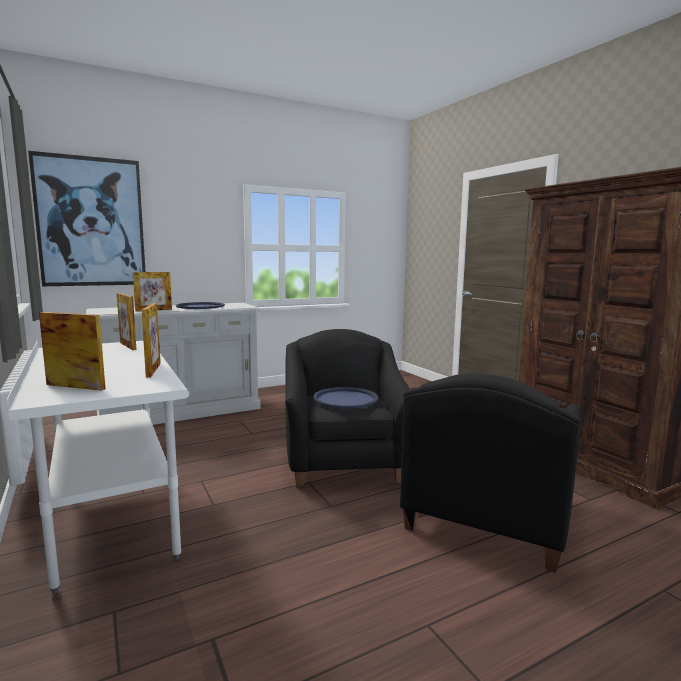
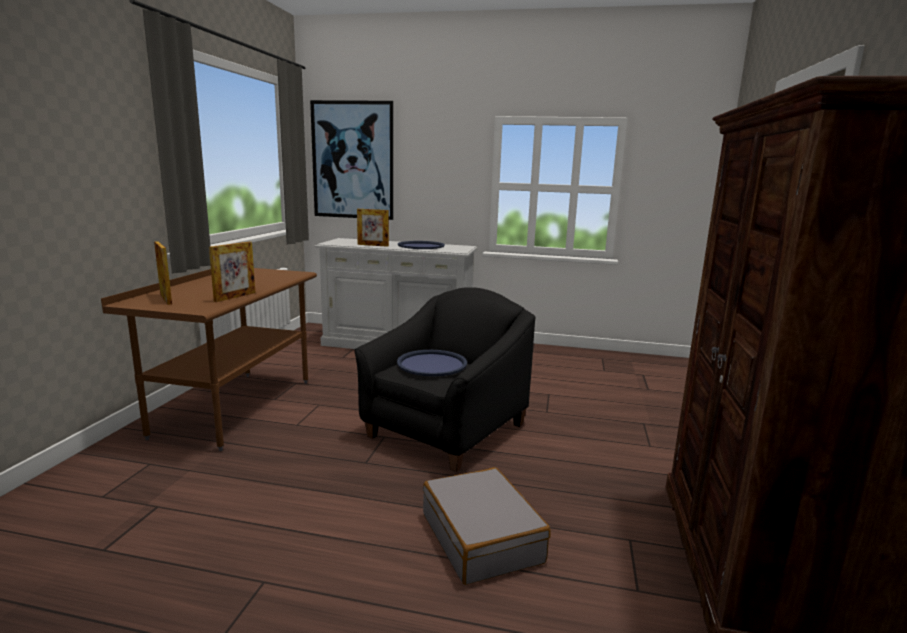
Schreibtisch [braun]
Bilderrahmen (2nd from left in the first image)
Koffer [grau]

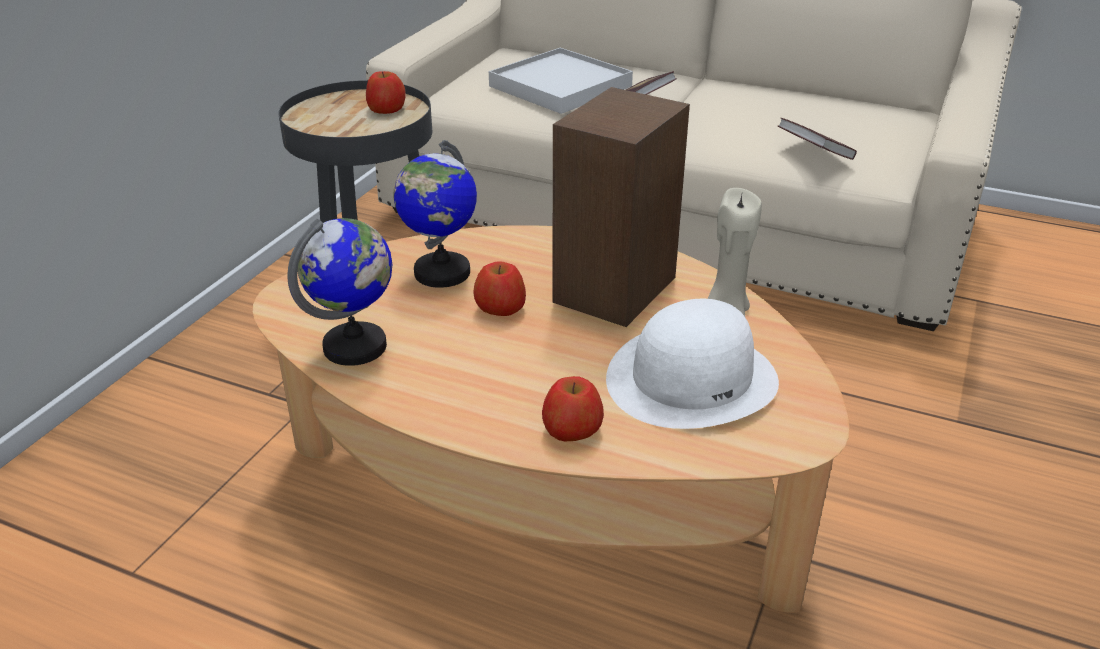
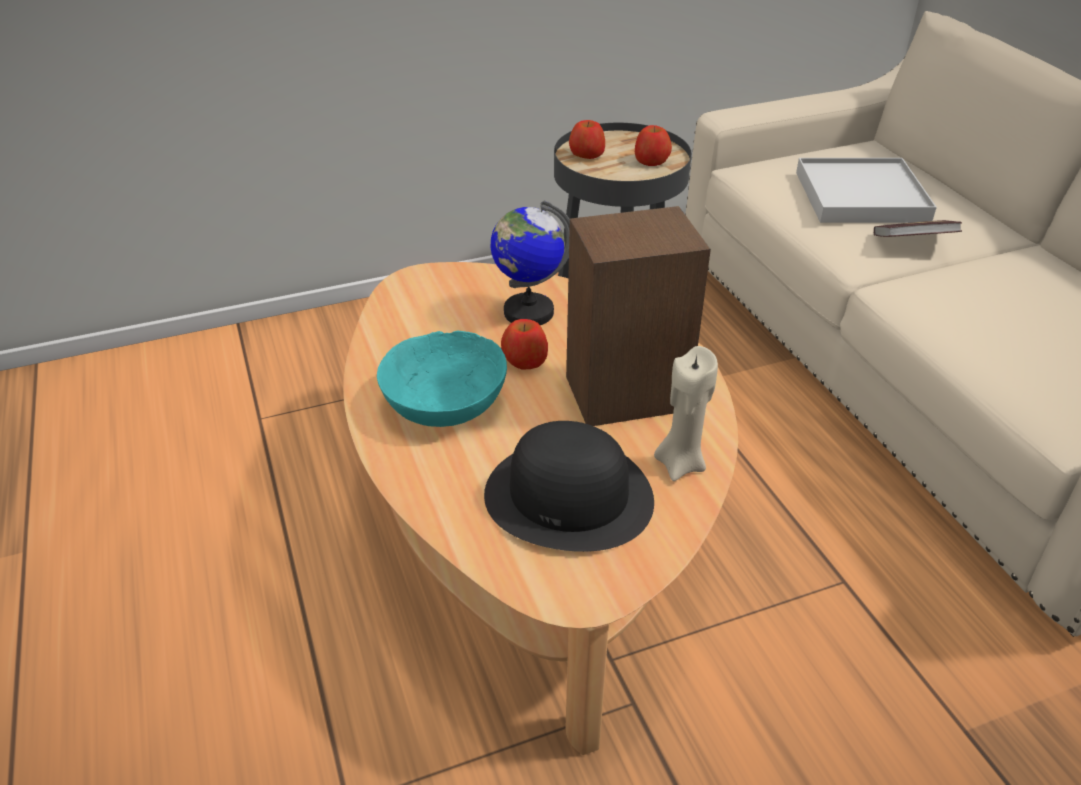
Globus (1st from left in the first image)
Apfel (2nd from left)
Hut [schwarz]
Buch (2nd from left in the first image)
Schüssel [türkis]

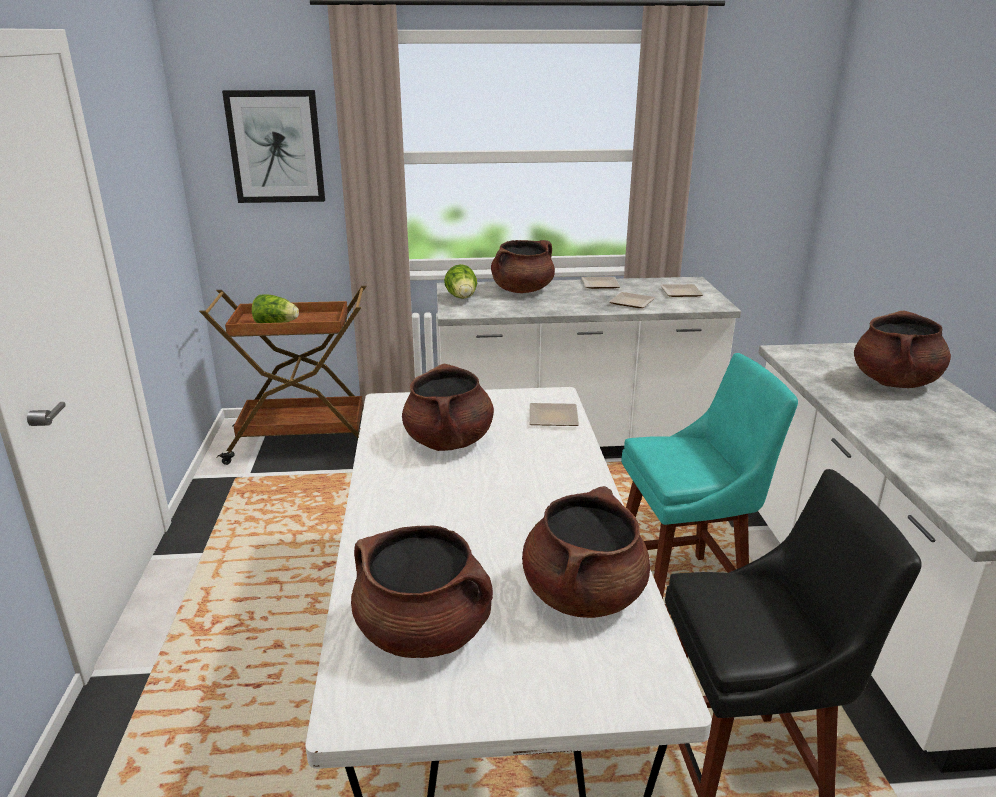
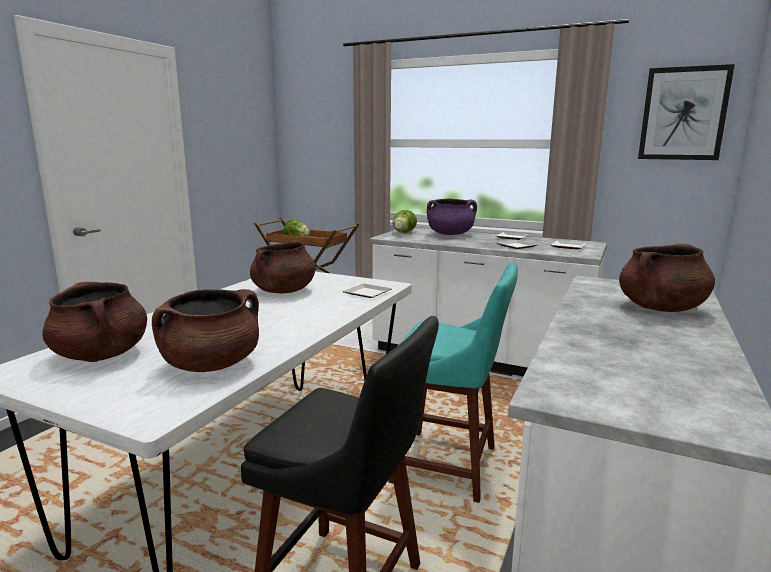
Bild
Kochtopf [lila]

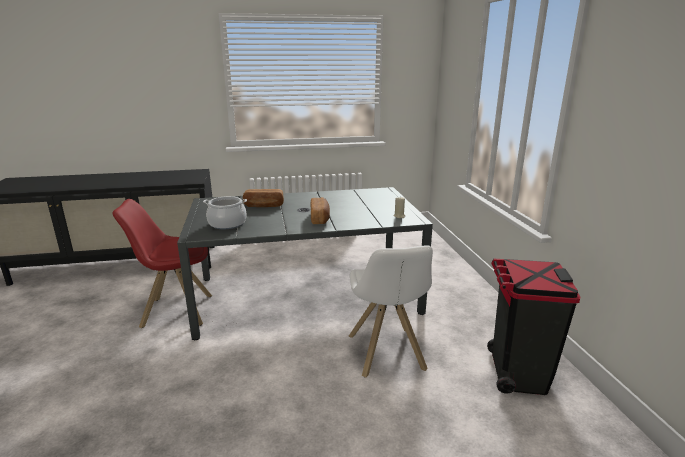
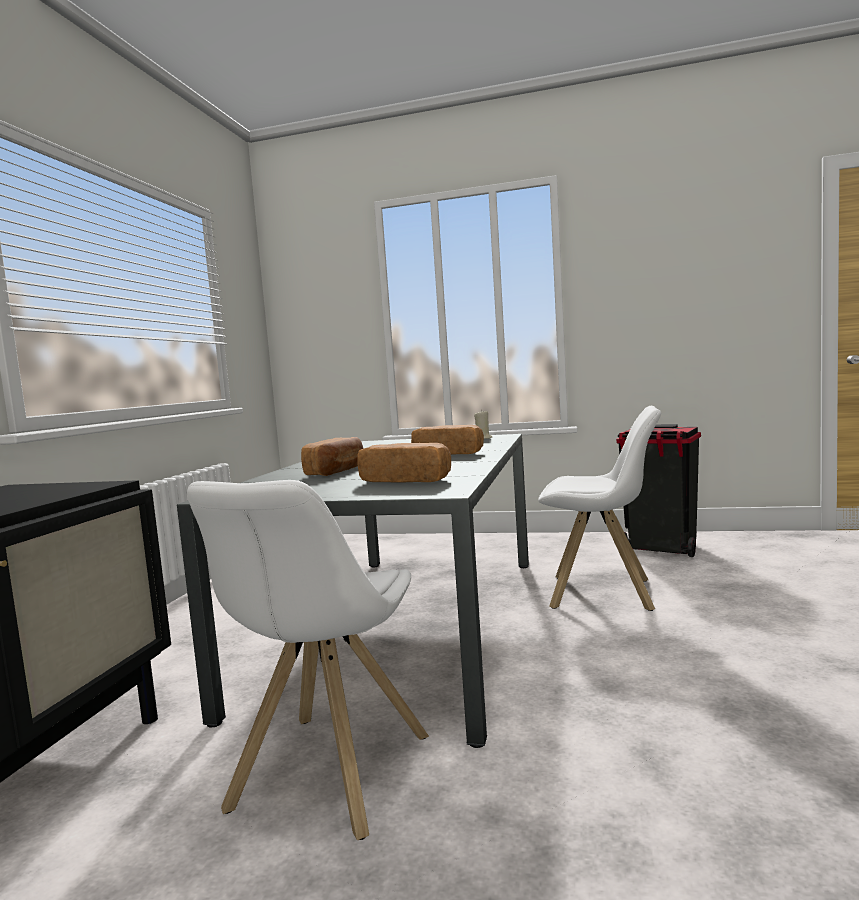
Stuhl [weiß] (1st from left)
Brot (2nd from left)

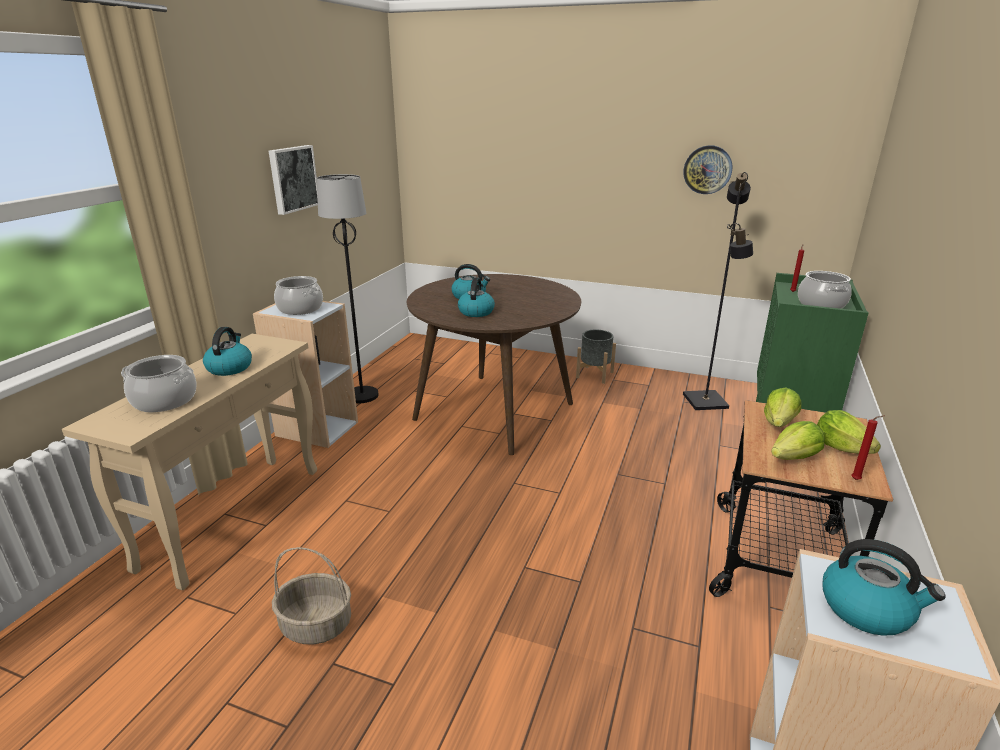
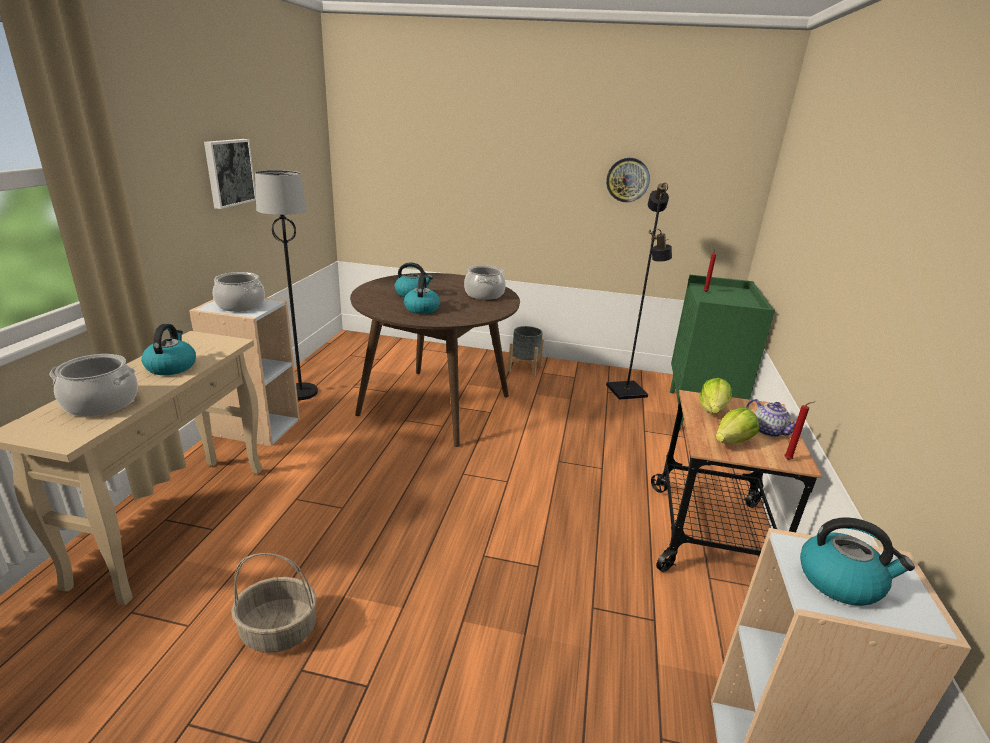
Kochtopf (3rd from left)
Teekanne

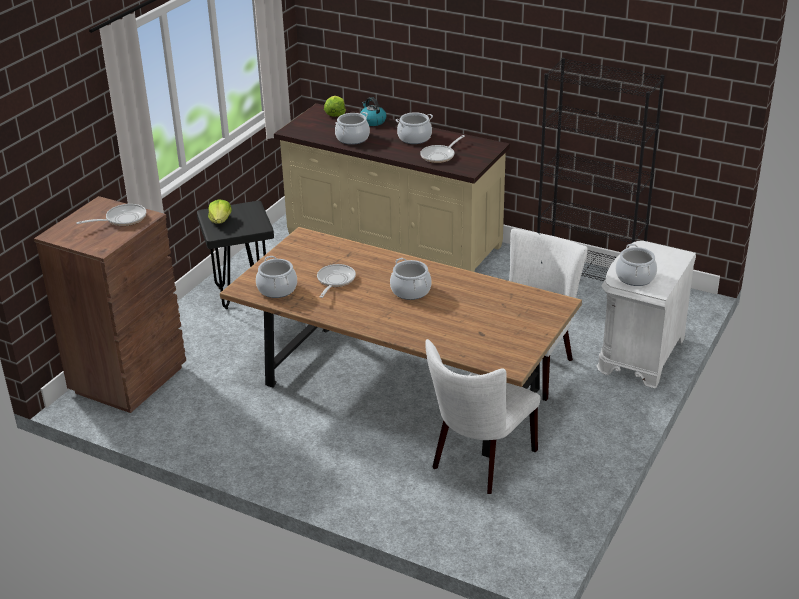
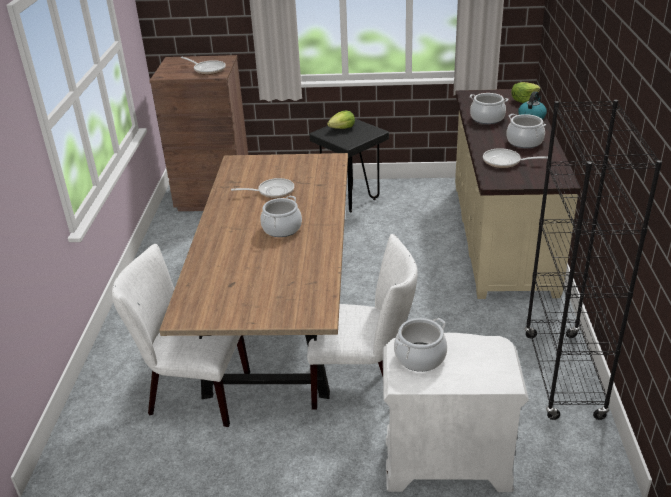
Kochtopf (1st from left in the first image)

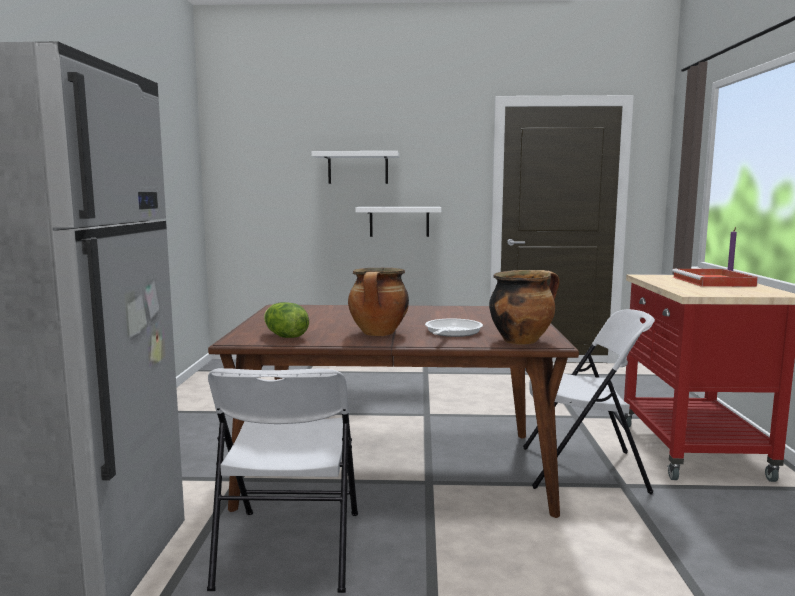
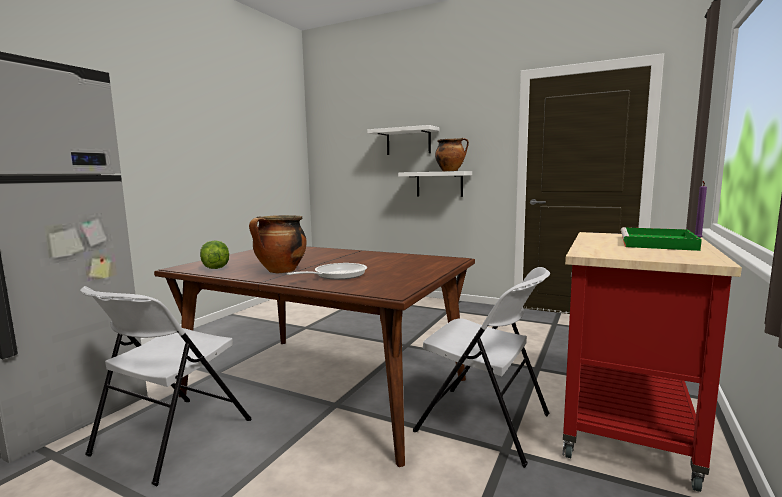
Kochtopf (2nd from left)
Tablett [grün]

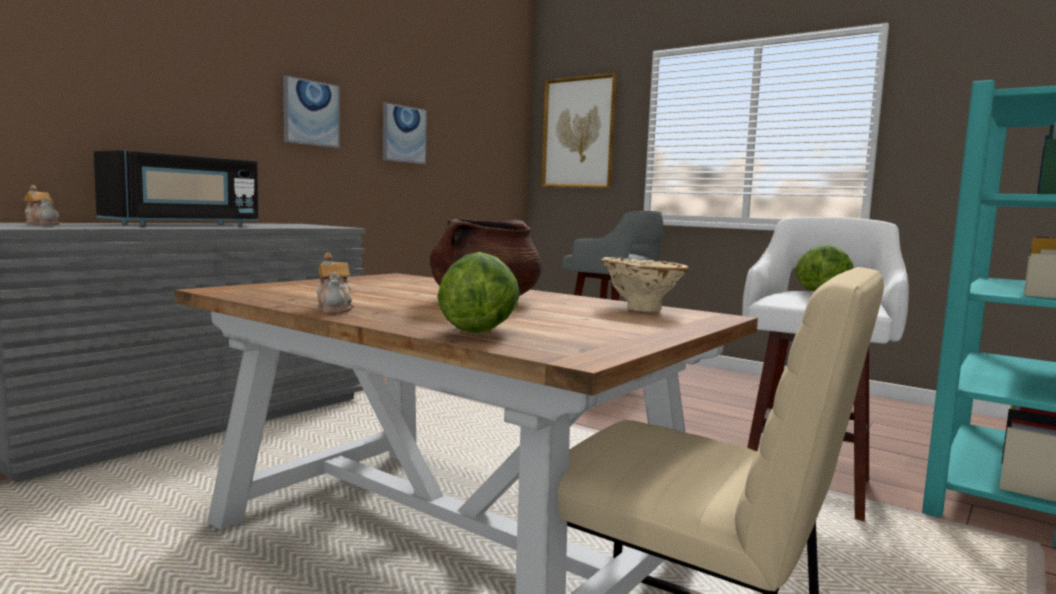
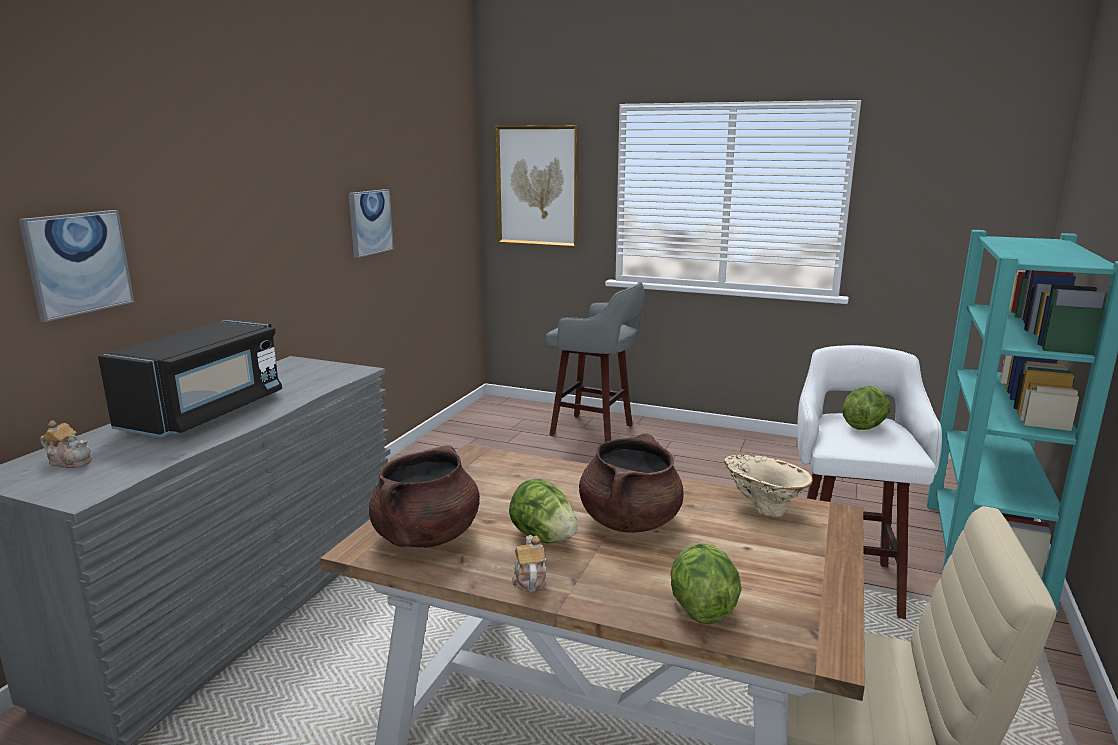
Bild (1st from left)
Teekanne (2nd from left)
Kochtopf [braun] (1st from left)
Salatkopf (1st from left)

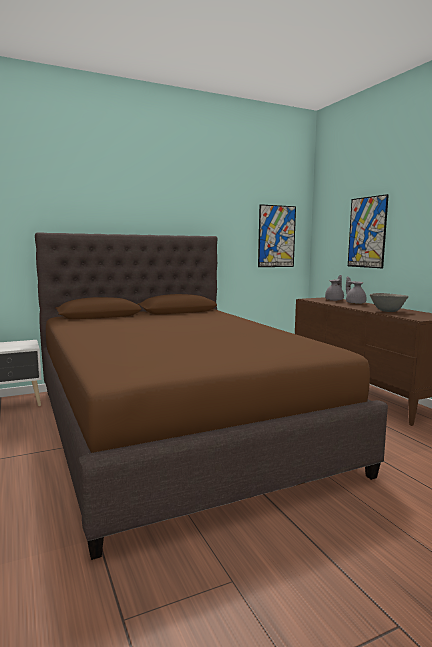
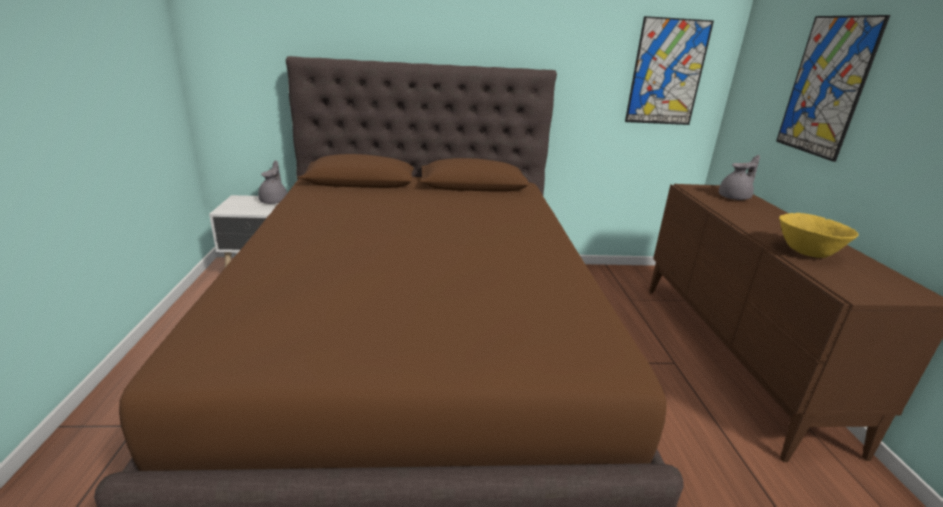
Teekanne [grau] (1st from left)
Schüssel [gelb]

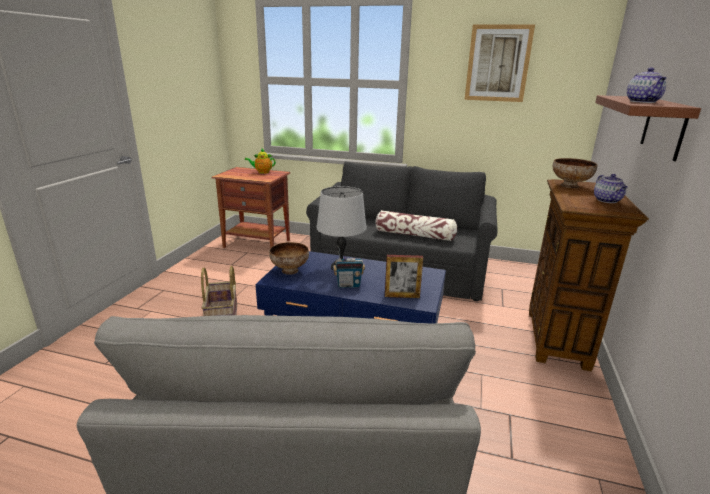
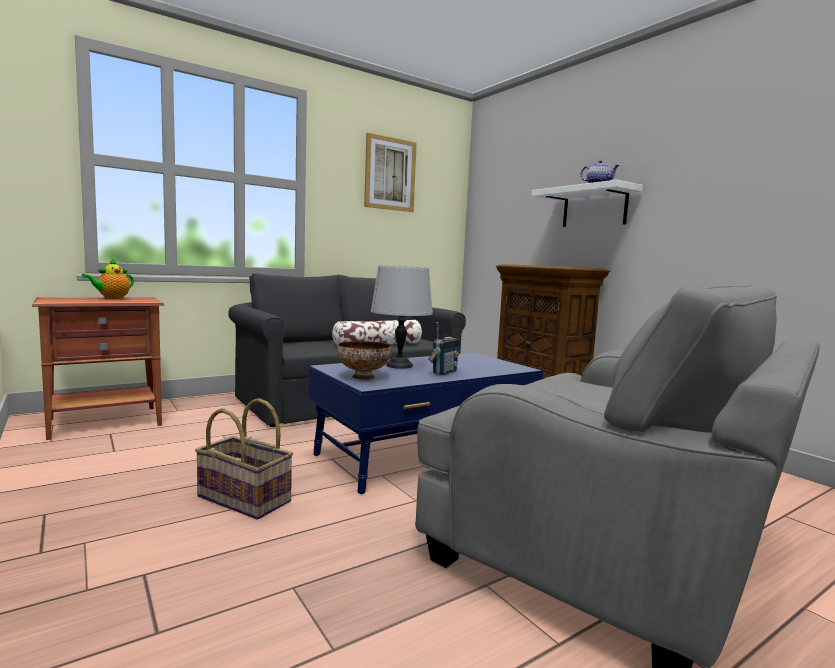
Bilderrahmen
Schüssel (2nd from left in the first image)
Teekanne (2nd from left in the first image)
Wandregal [weiß]

